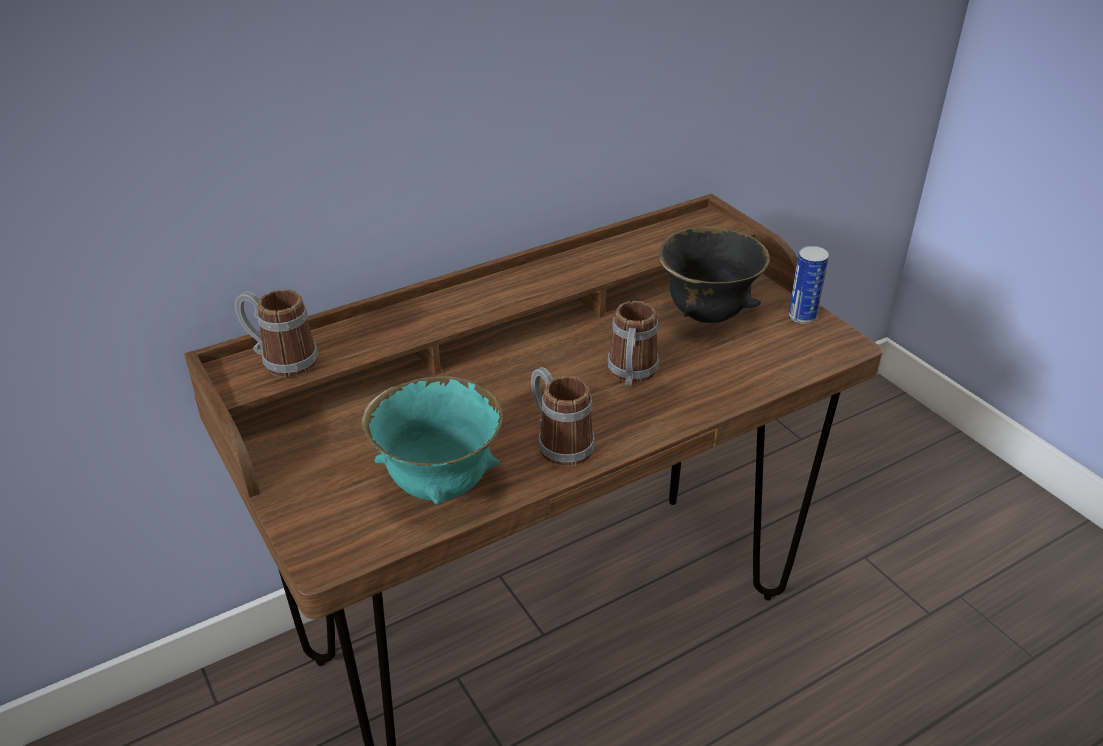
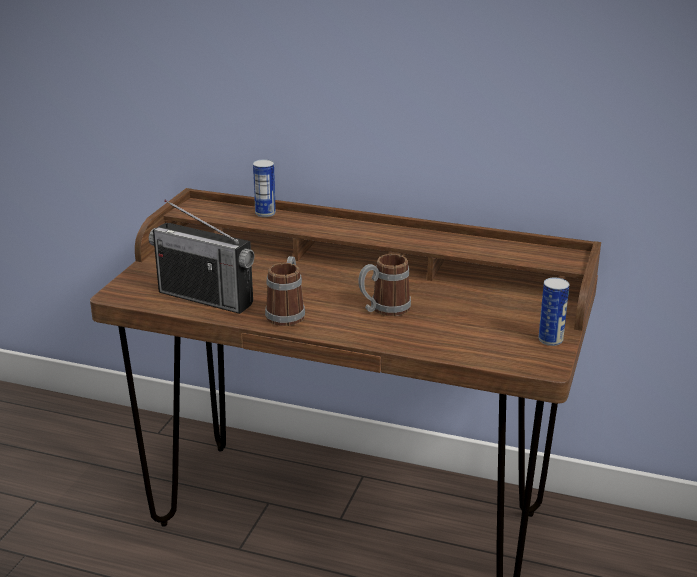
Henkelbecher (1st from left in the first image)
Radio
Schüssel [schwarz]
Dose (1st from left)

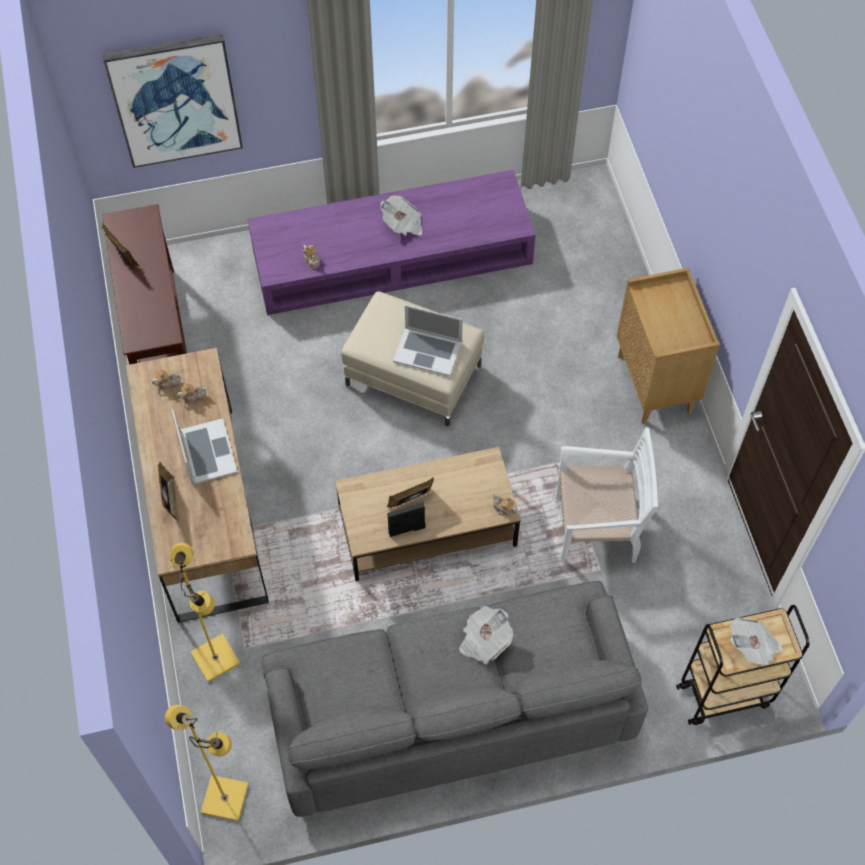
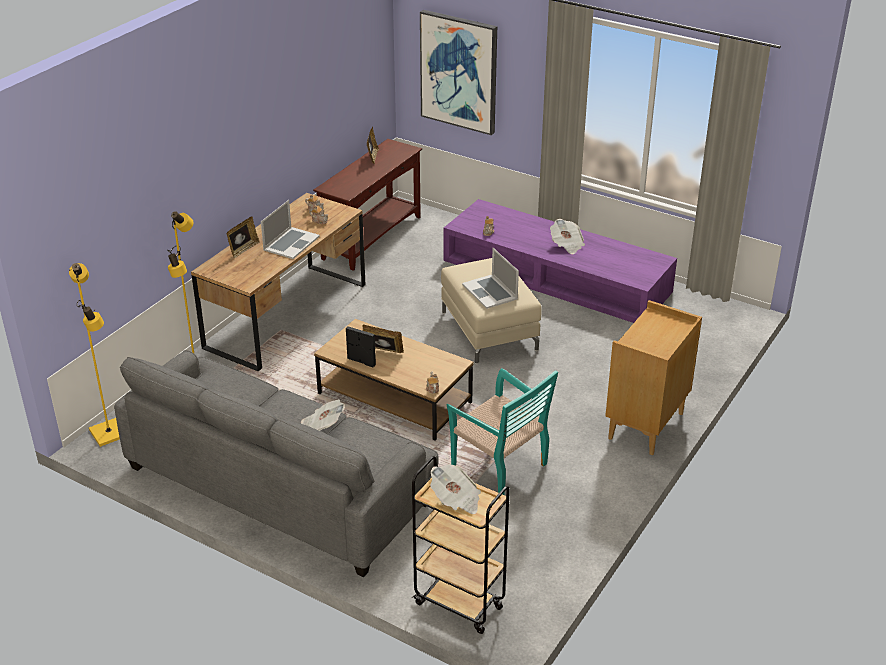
Sessel [türkis]

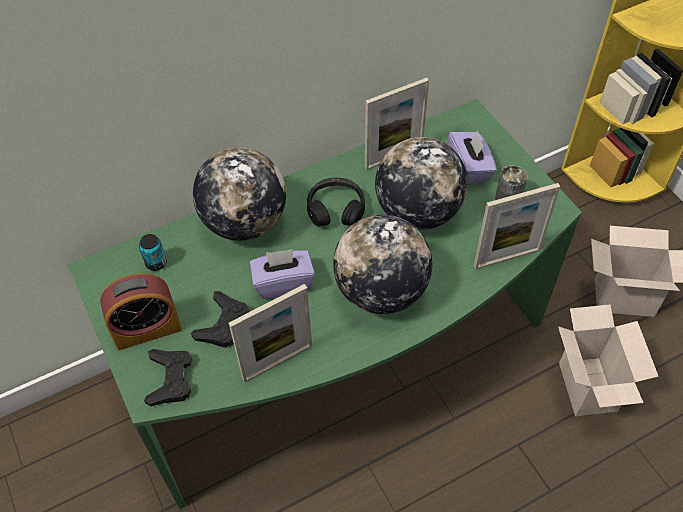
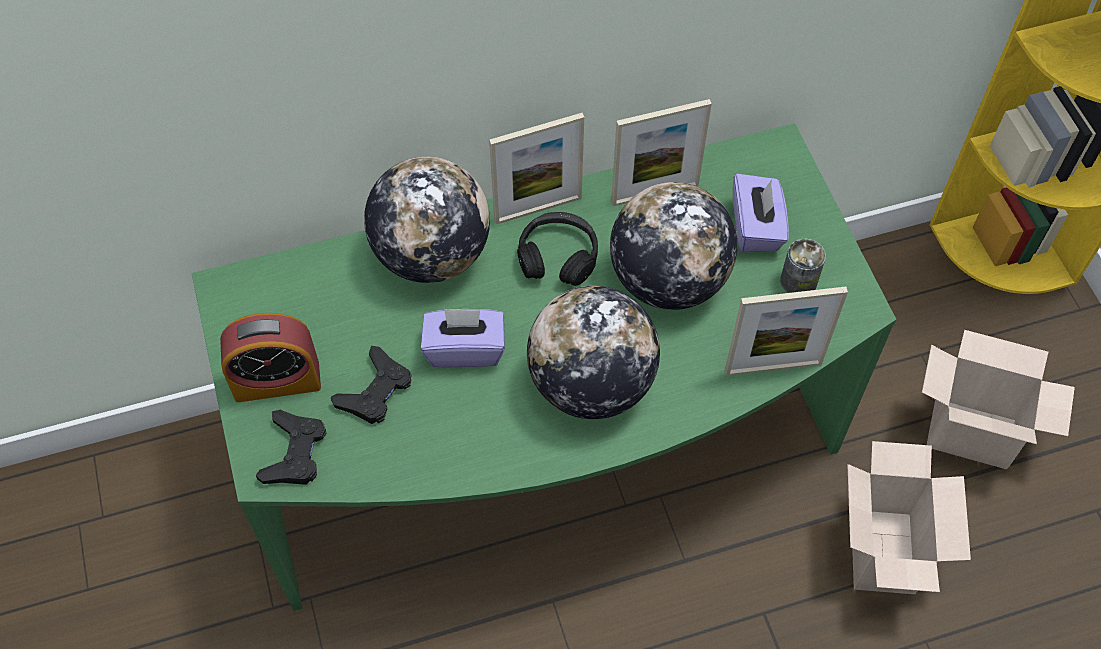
Dose (1st from left in the first image)
Bilderrahmen (1st from left)

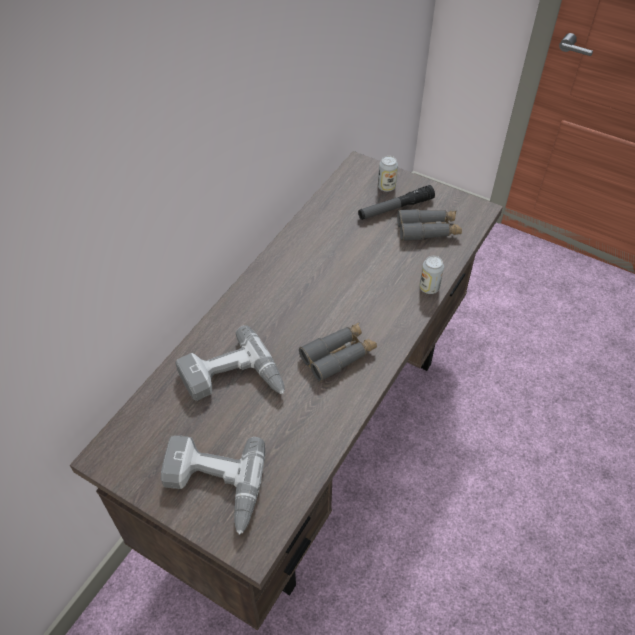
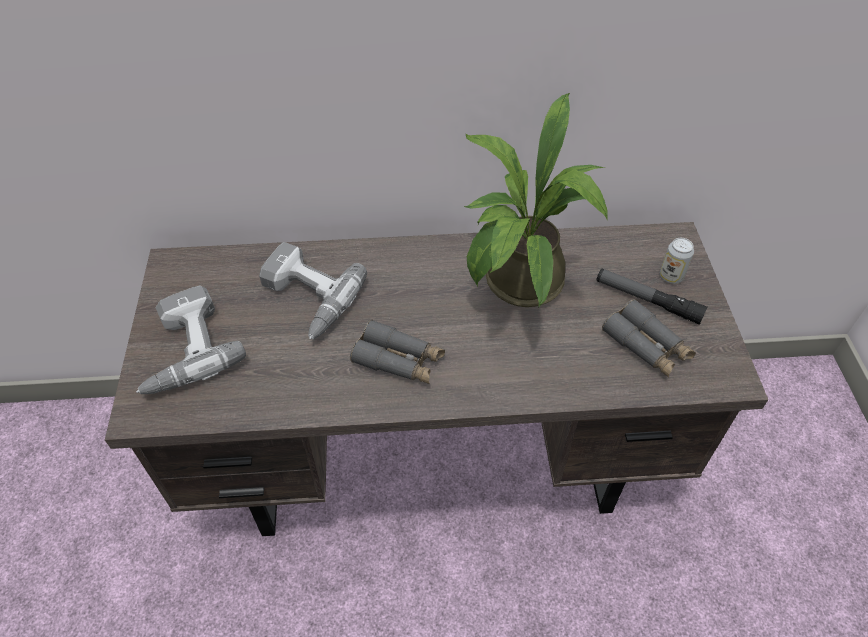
Dose (2nd from left in the first image)
Topfpflanze

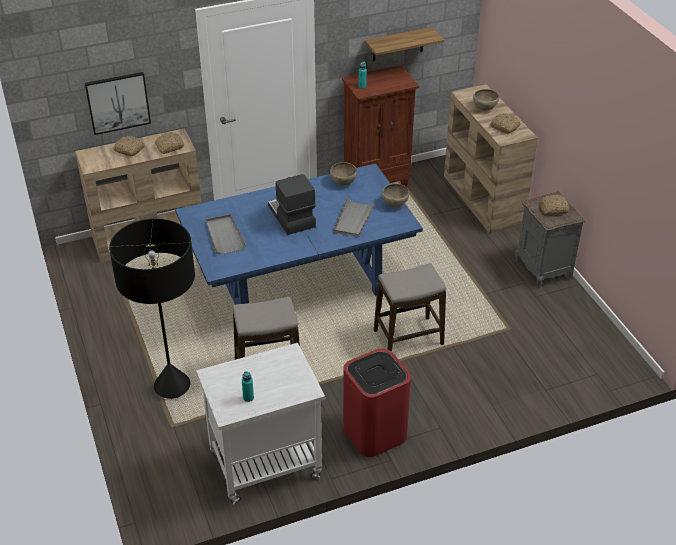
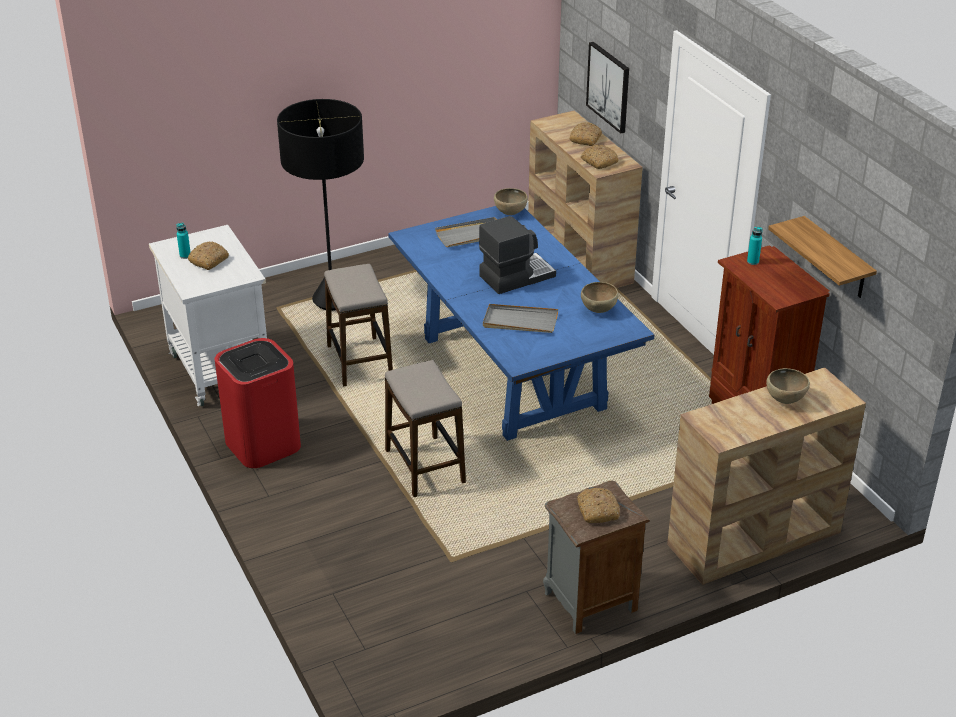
Schüssel [braun] (1st from left)
Brot (1st from left)

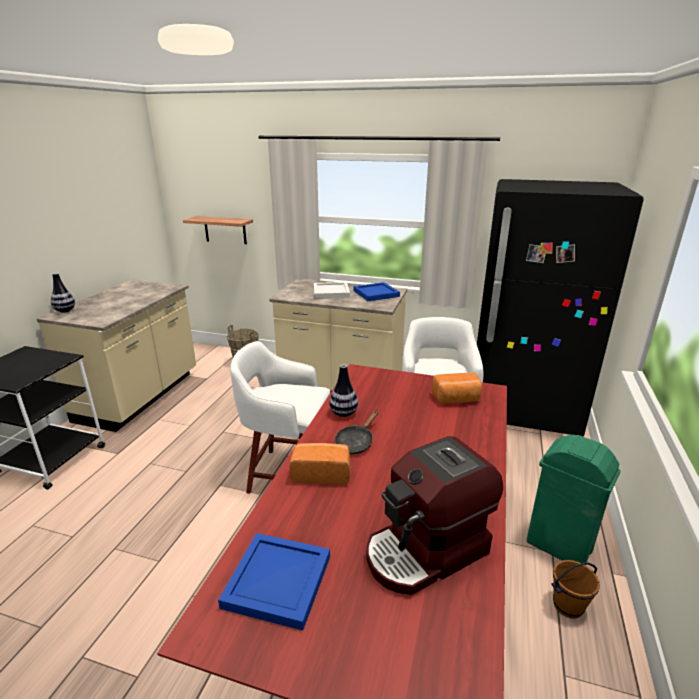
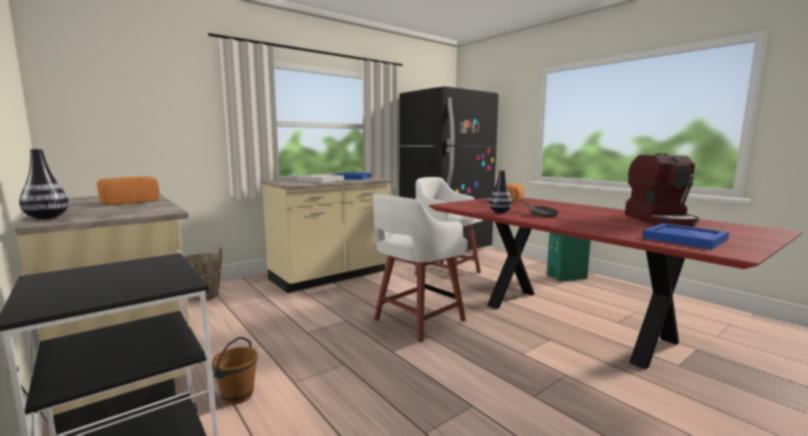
Wandregal
Brot (1st from left)
Eimer [braun] (2nd from left)

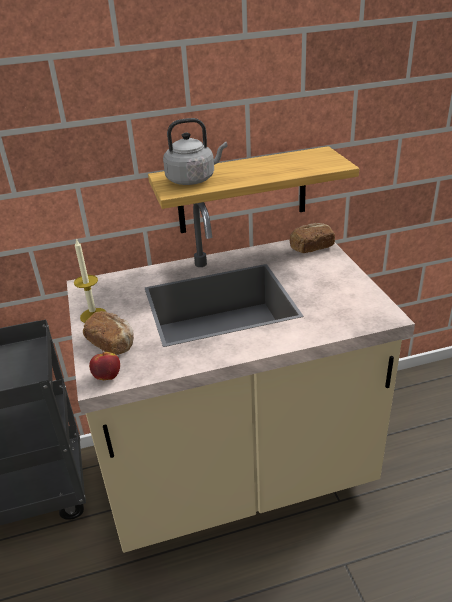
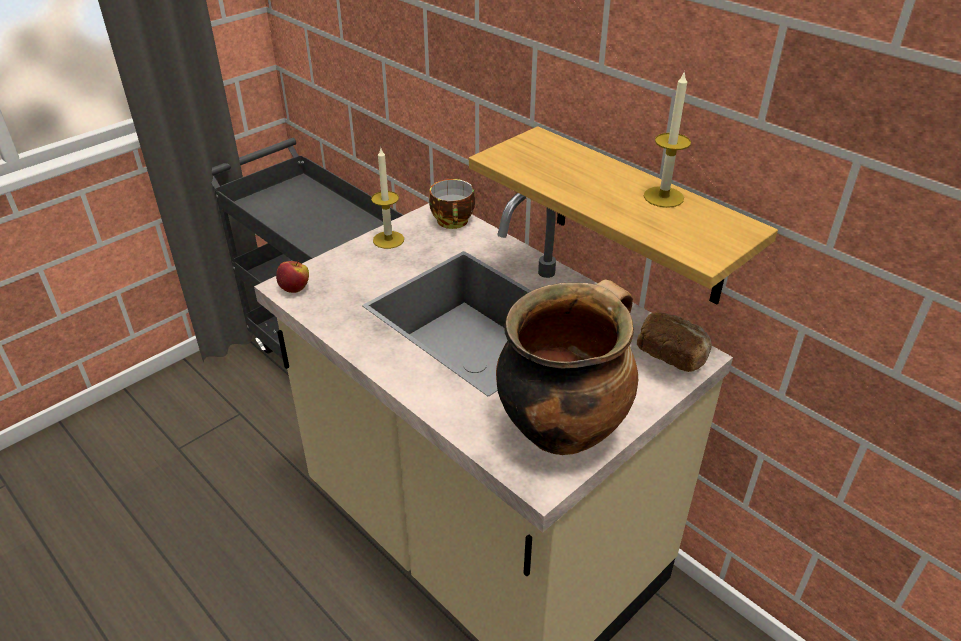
Brot (1st from left in the first image)
Wasserkessel [grau]
Tasse
Kochtopf
Kerze (2nd from left)

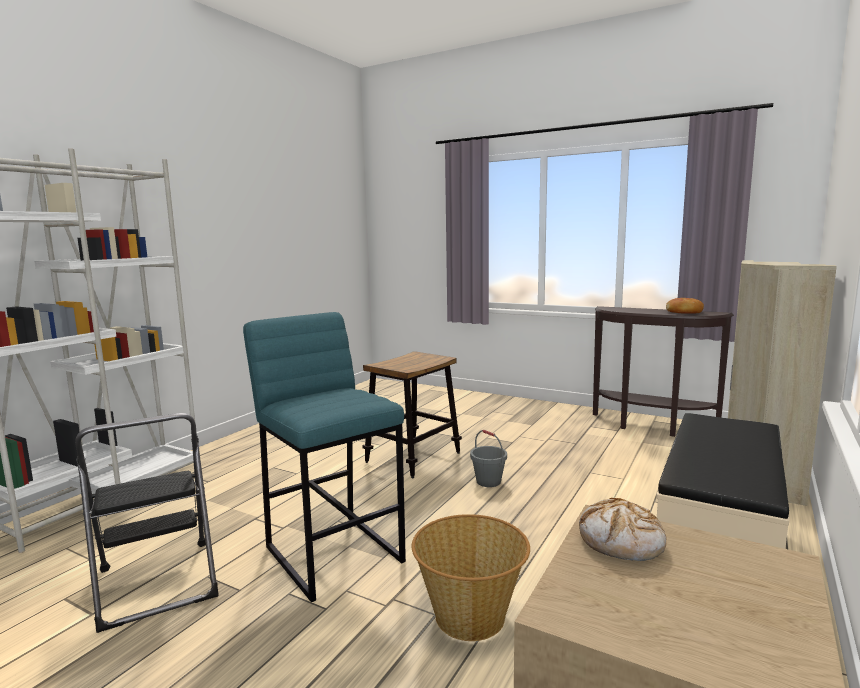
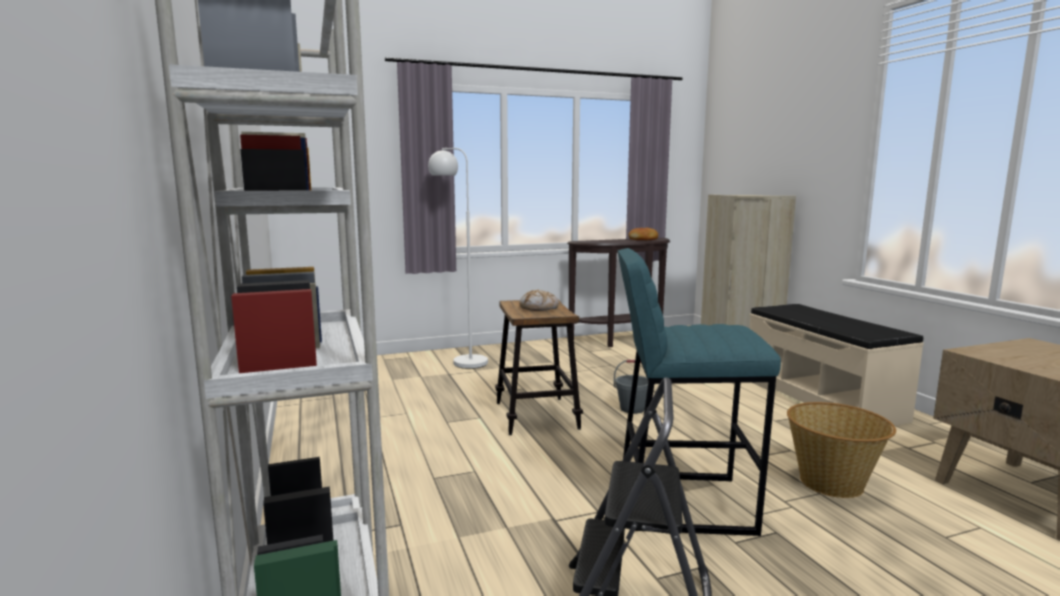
Brot (1st from left)
Stehlampe [weiß]

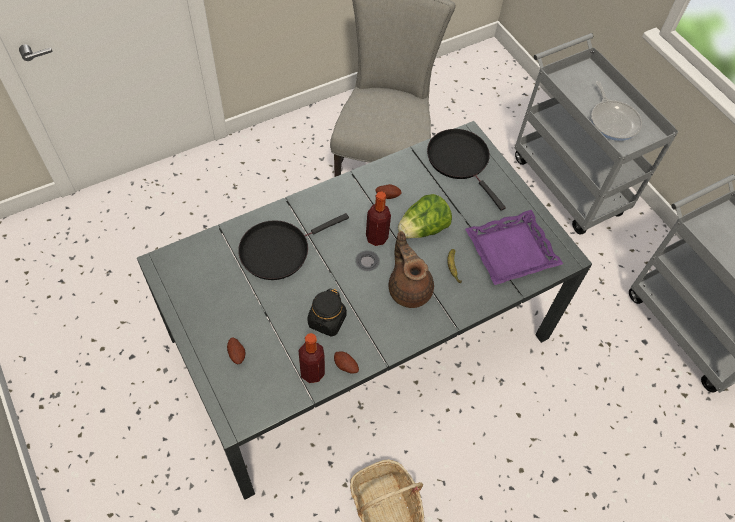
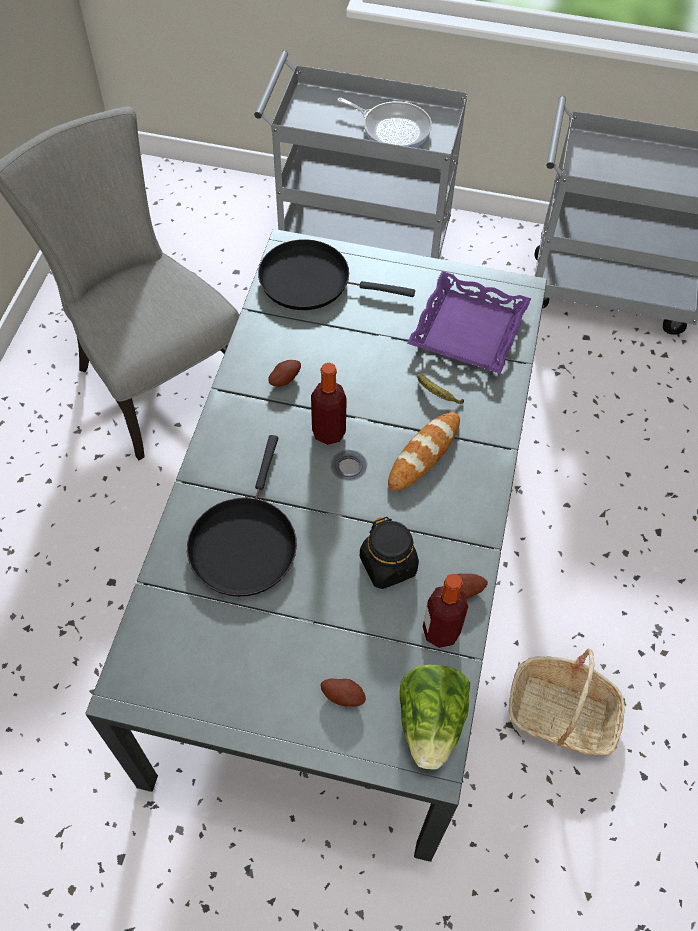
Brot
Salatkopf

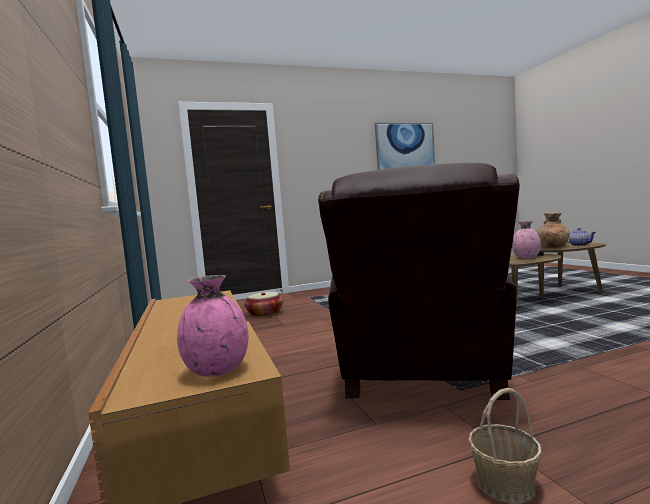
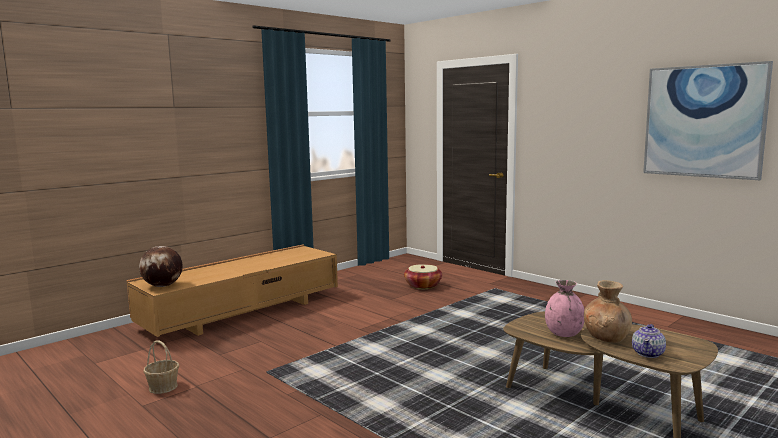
Globus
Sessel [braun]

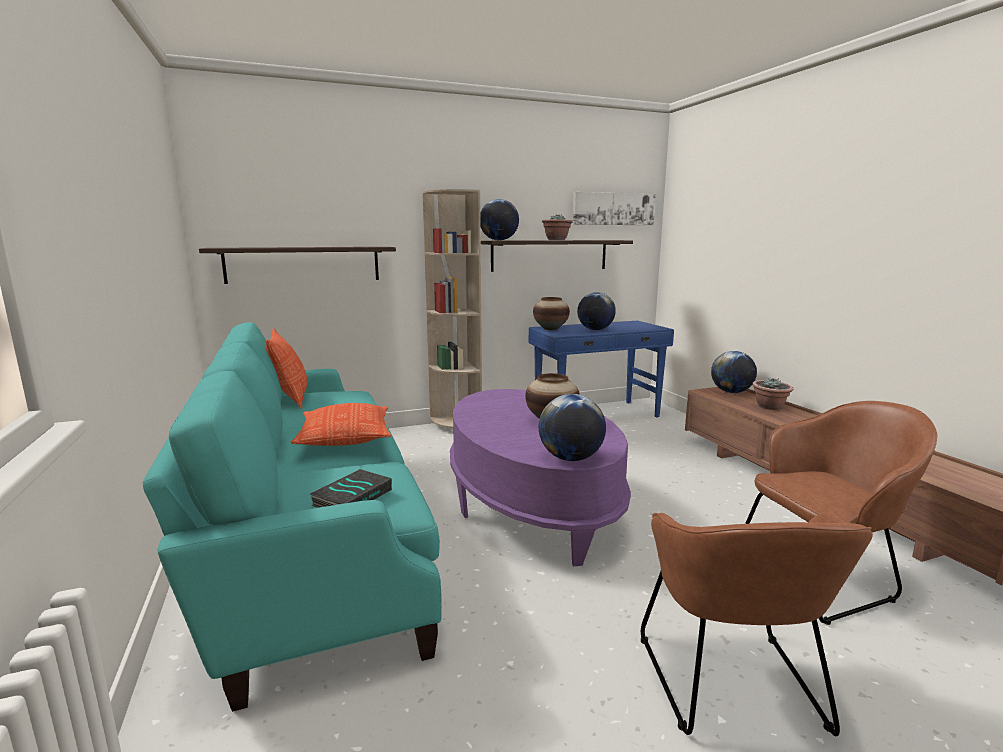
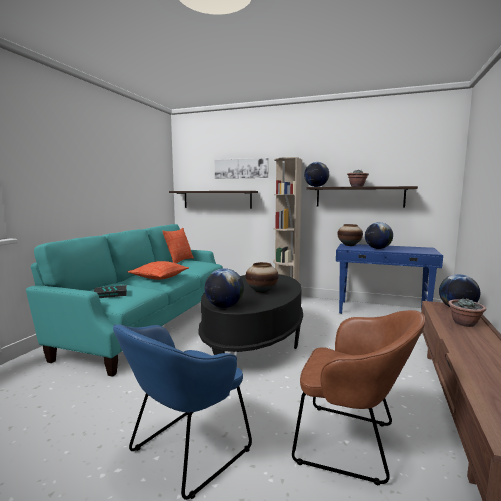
Couchtisch [schwarz]
Bild
Sessel [blau]

